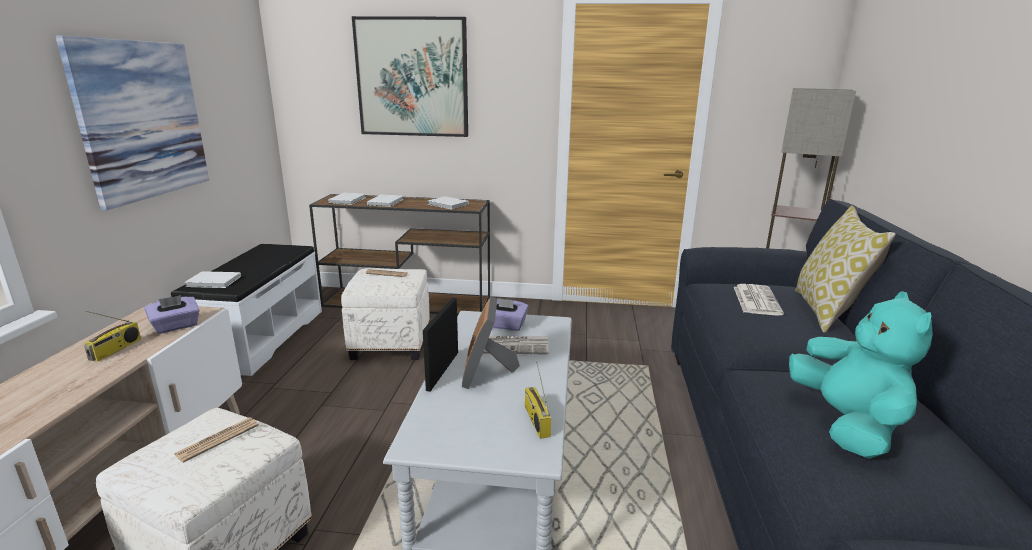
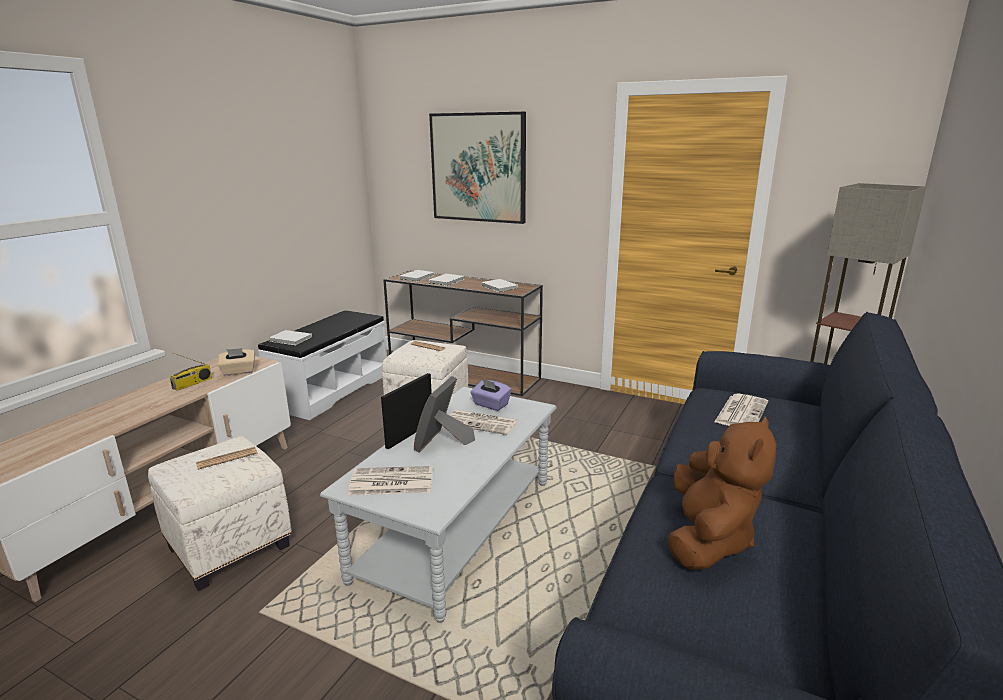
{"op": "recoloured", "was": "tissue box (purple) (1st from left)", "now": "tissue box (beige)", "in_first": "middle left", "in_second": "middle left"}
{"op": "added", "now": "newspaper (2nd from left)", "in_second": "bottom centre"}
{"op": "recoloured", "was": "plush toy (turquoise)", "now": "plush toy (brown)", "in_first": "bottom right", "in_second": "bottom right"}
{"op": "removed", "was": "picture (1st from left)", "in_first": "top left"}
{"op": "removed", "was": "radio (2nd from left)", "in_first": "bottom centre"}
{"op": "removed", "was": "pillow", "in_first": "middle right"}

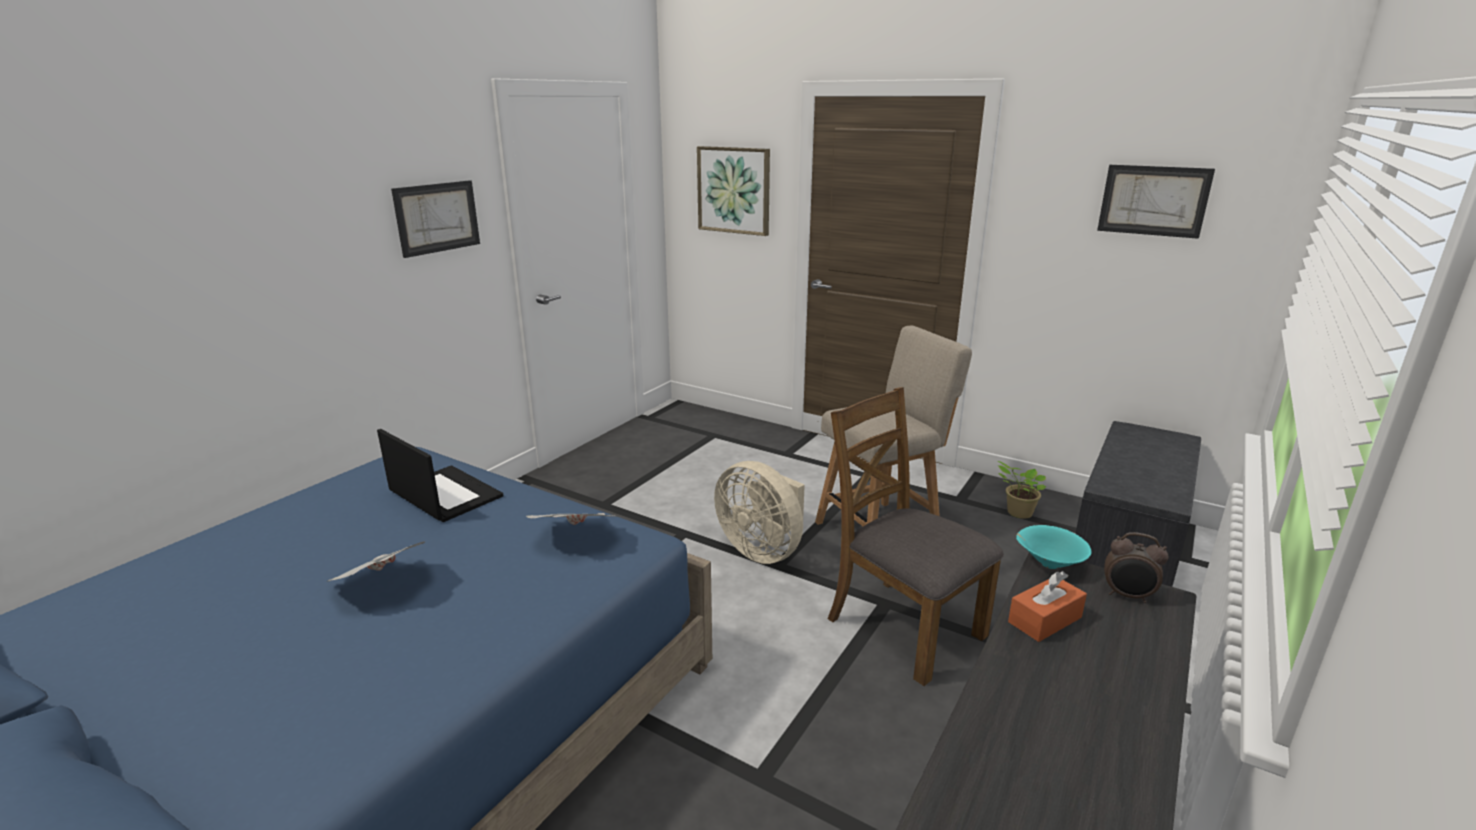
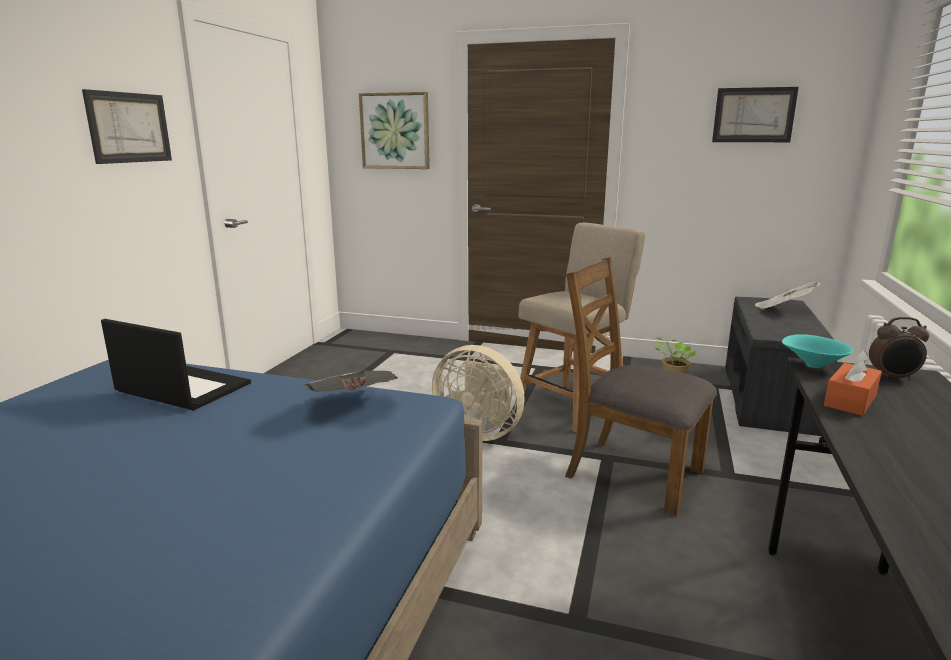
{"op": "moved", "was": "newspaper (1st from left in the first image)", "now": "newspaper (2nd from left)", "in_first": "bottom left", "in_second": "middle right"}

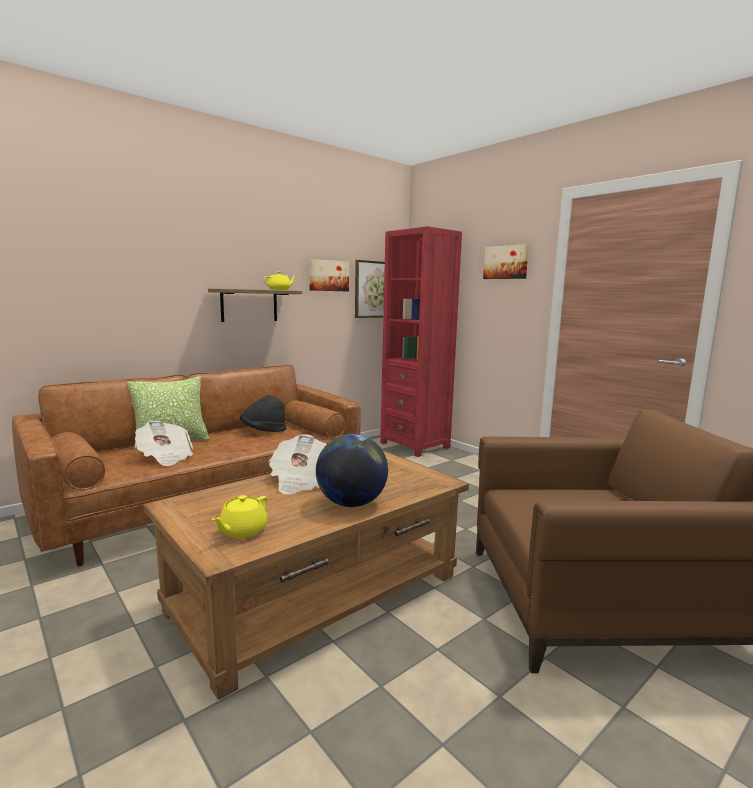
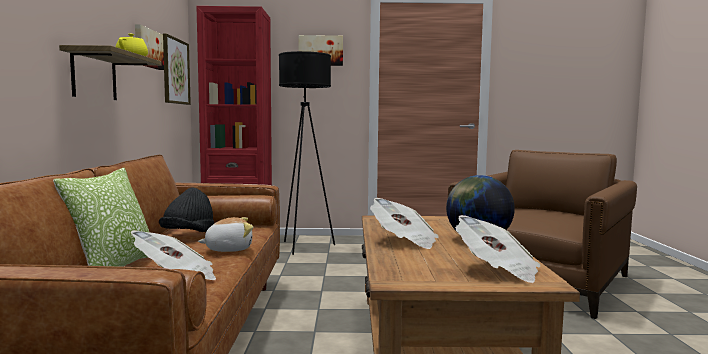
{"op": "added", "now": "plush toy", "in_second": "middle left"}
{"op": "added", "now": "floor lamp (black)", "in_second": "centre"}
{"op": "replaced", "was": "teapot (yellow) (1st from left)", "now": "newspaper (3rd from left)", "in_first": "middle left", "in_second": "bottom right"}

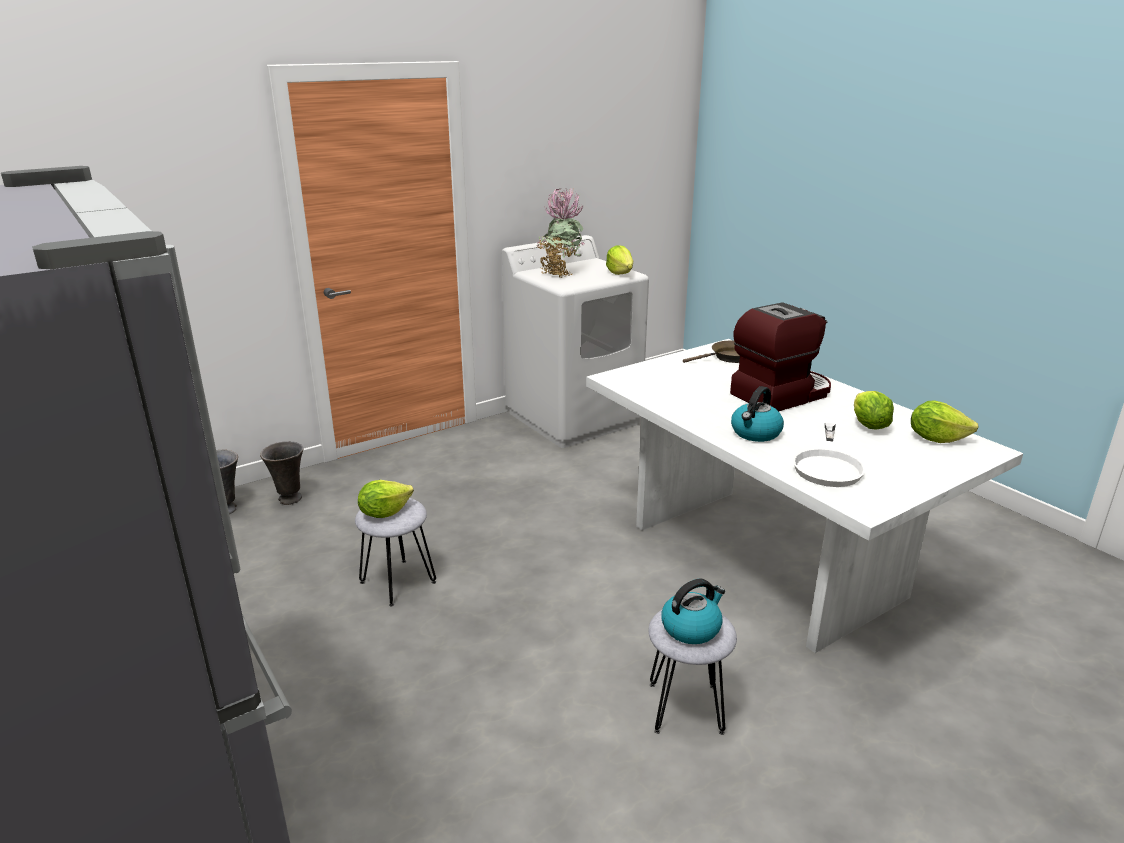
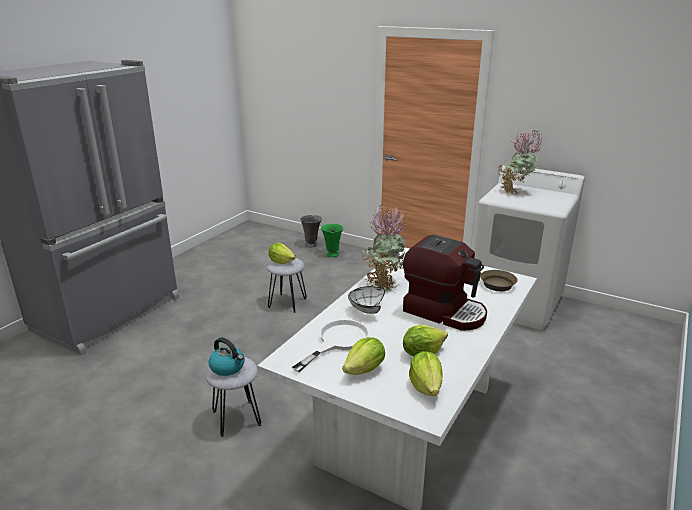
{"op": "turned", "was": "frying pan (white)", "in_first": "middle right", "in_second": "bottom centre", "clockwise": 135}
{"op": "recoloured", "was": "vase (grey) (2nd from left)", "now": "vase (green)", "in_first": "middle left", "in_second": "centre"}
{"op": "moved", "was": "lettuce (2nd from left)", "in_first": "top centre", "in_second": "bottom centre"}
{"op": "replaced", "was": "kettle (2nd from left)", "now": "bowl (white)", "in_first": "middle right", "in_second": "centre"}
{"op": "added", "now": "potted plant (1st from left)", "in_second": "centre"}

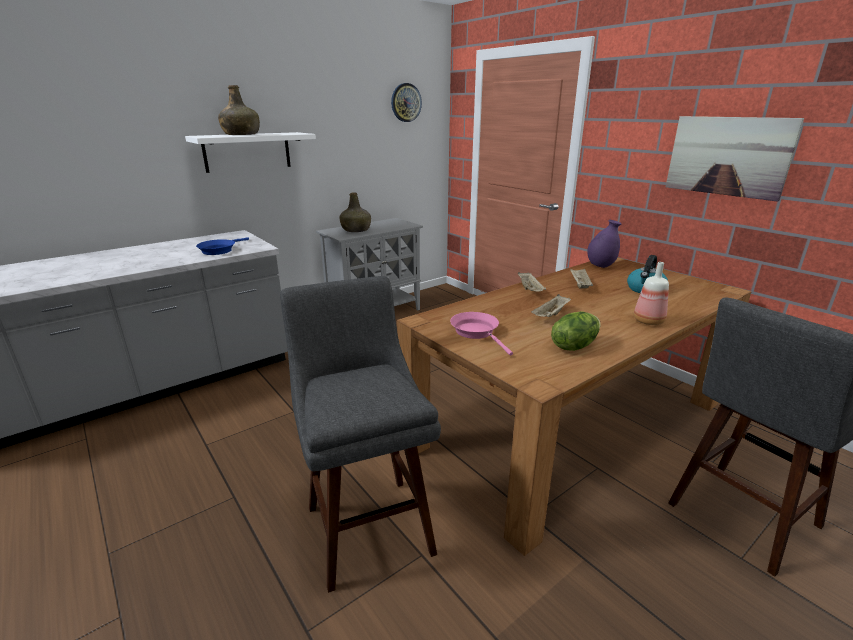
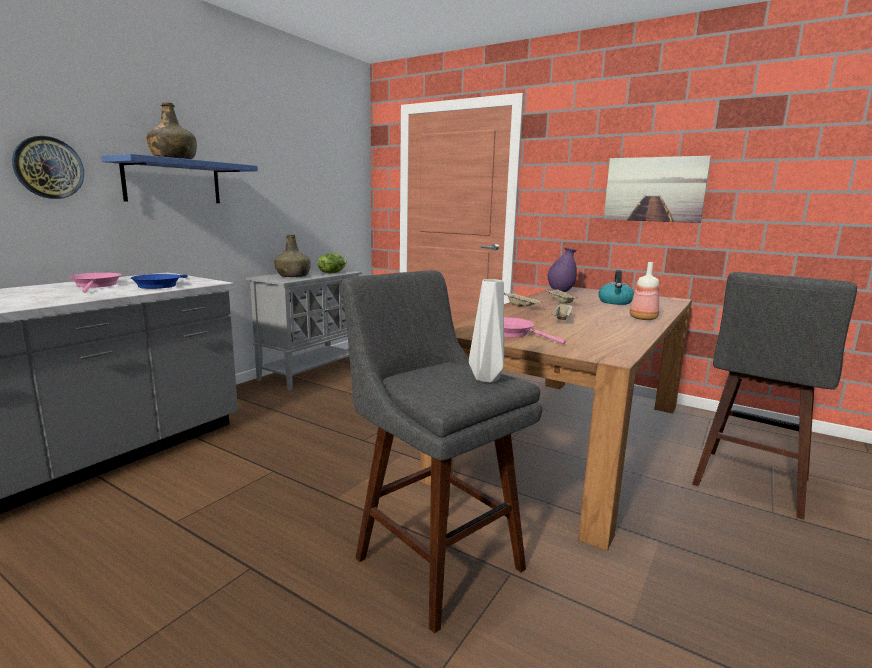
{"op": "moved", "was": "wall clock", "in_first": "top centre", "in_second": "top left"}
{"op": "added", "now": "frying pan (pink) (1st from left)", "in_second": "middle left"}
{"op": "recoloured", "was": "shelf (white)", "now": "shelf (blue)", "in_first": "top left", "in_second": "top left"}
{"op": "moved", "was": "lettuce", "in_first": "middle right", "in_second": "centre"}
{"op": "added", "now": "vase (grey)", "in_second": "centre"}

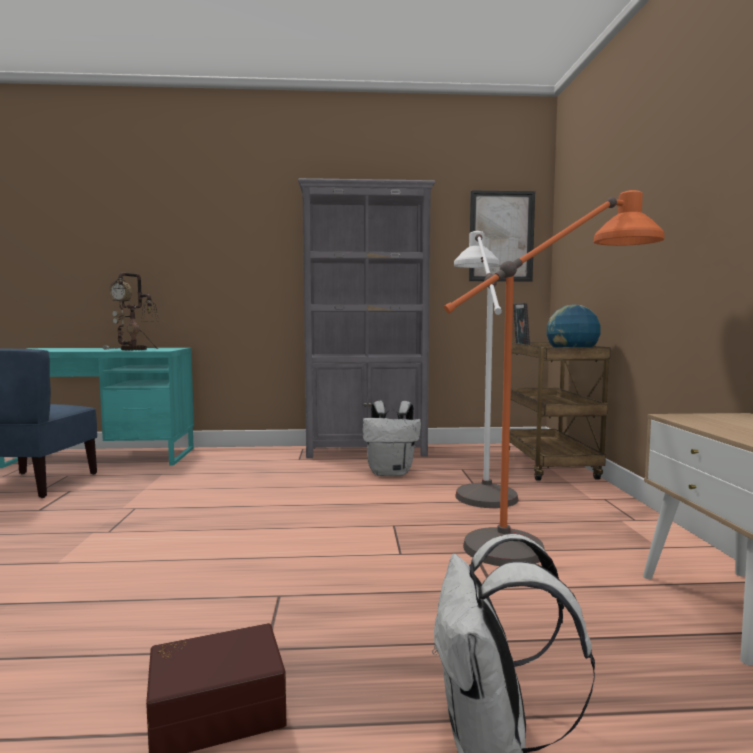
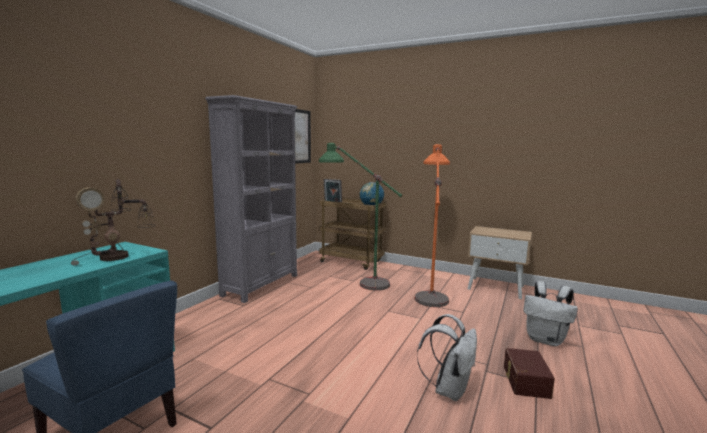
{"op": "recoloured", "was": "floor lamp (white)", "now": "floor lamp (green)", "in_first": "centre", "in_second": "centre"}
{"op": "moved", "was": "backpack (white) (1st from left)", "in_first": "centre", "in_second": "bottom centre"}

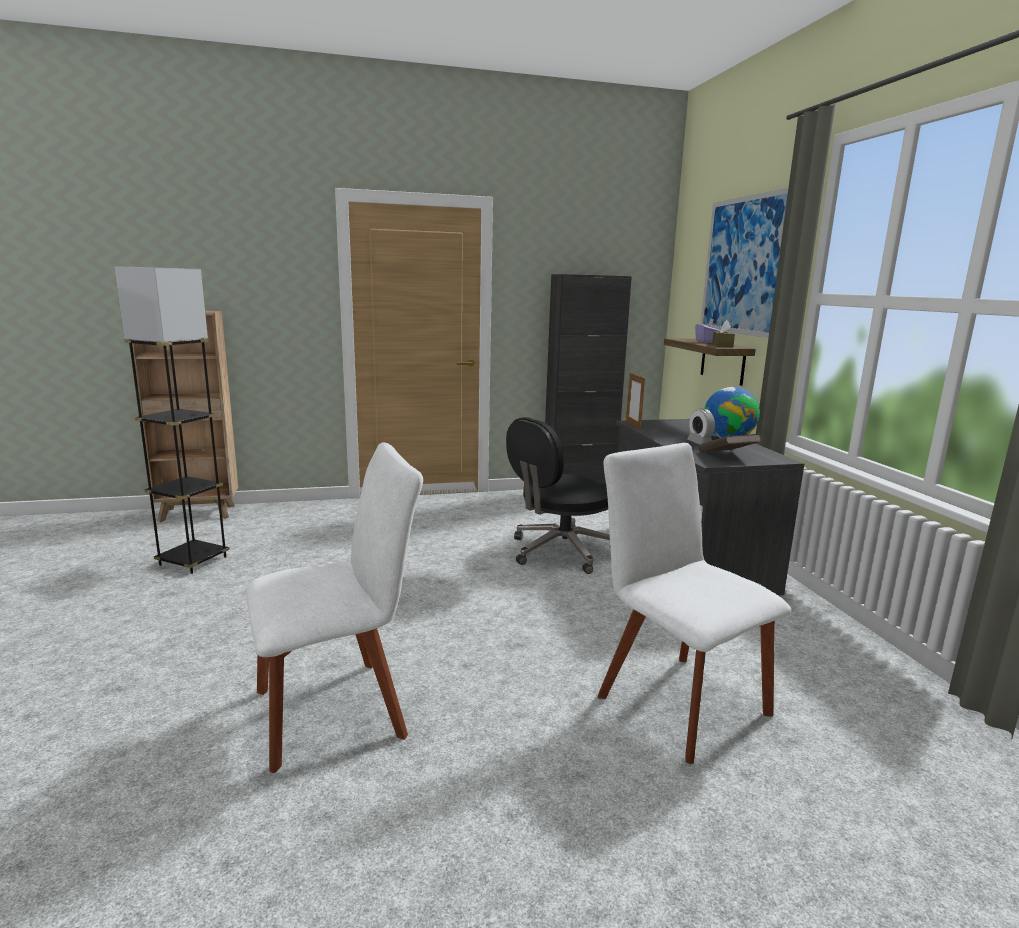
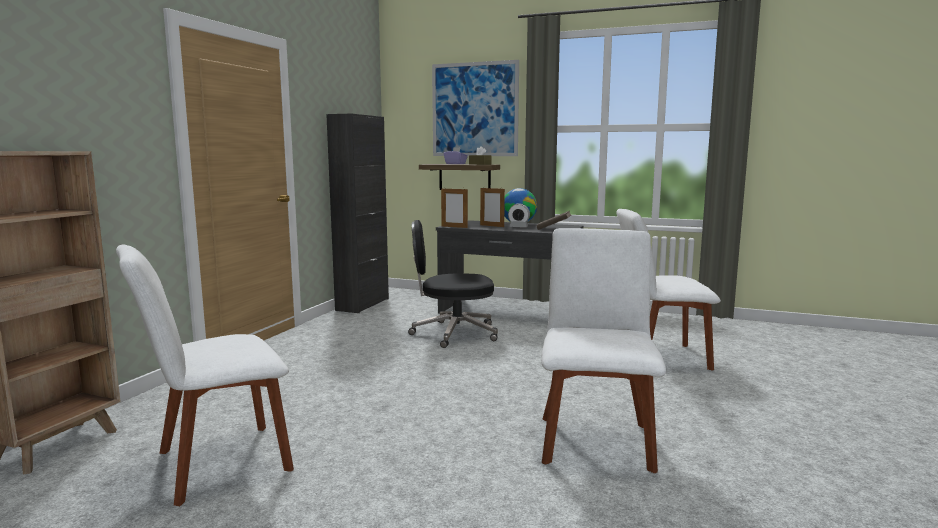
{"op": "replaced", "was": "floor lamp (grey)", "now": "chair (white) (1st from left)", "in_first": "middle left", "in_second": "bottom left"}
{"op": "turned", "was": "office chair (black)", "in_first": "centre", "in_second": "centre", "clockwise": 90}
{"op": "added", "now": "picture frame (2nd from left)", "in_second": "centre"}

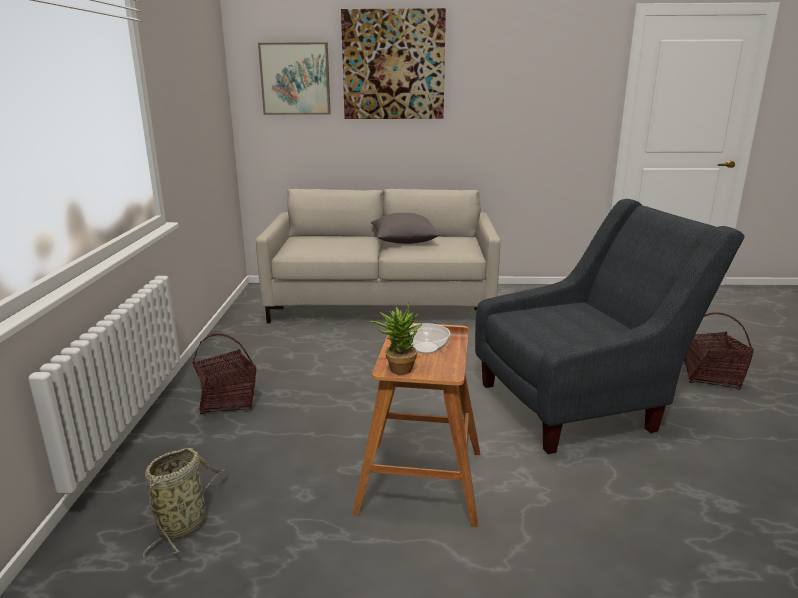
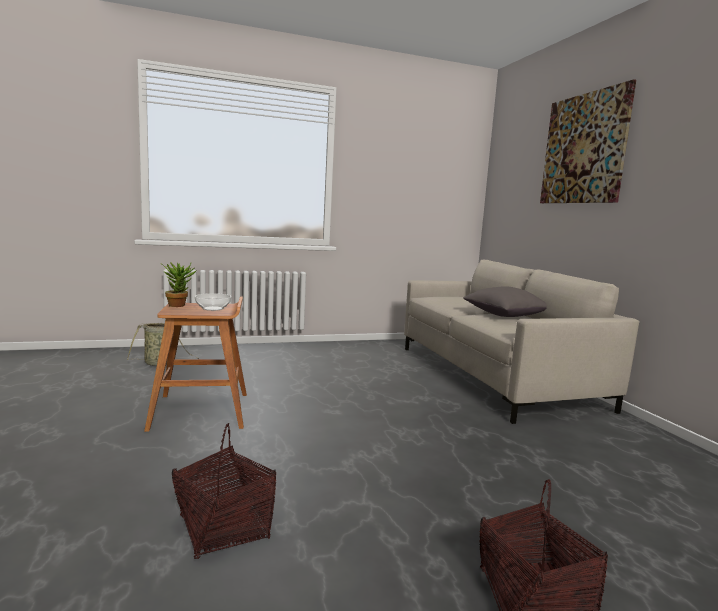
{"op": "moved", "was": "basket (2nd from left)", "in_first": "middle left", "in_second": "bottom left"}
{"op": "removed", "was": "picture (1st from left)", "in_first": "top centre"}
{"op": "removed", "was": "armchair (grey)", "in_first": "middle right"}

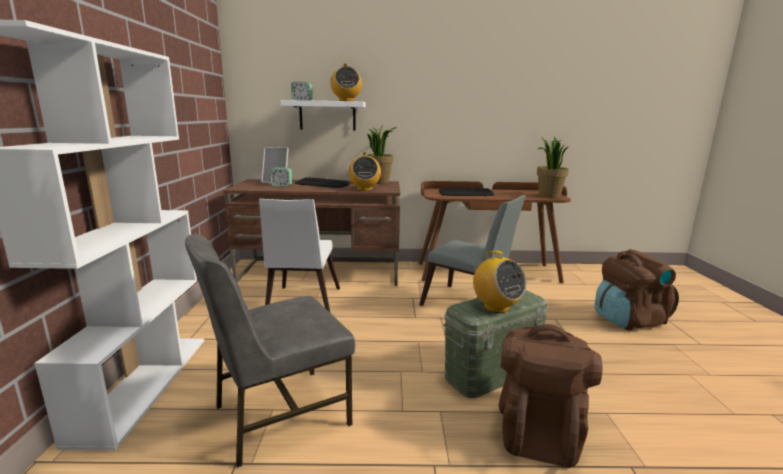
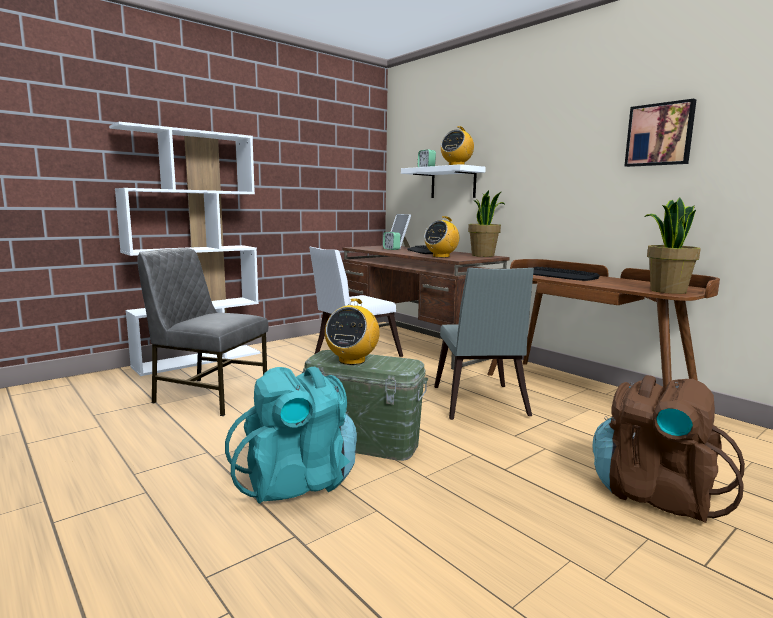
{"op": "recoloured", "was": "backpack (brown) (1st from left)", "now": "backpack (turquoise)", "in_first": "bottom right", "in_second": "bottom centre"}
{"op": "added", "now": "picture", "in_second": "top right"}

